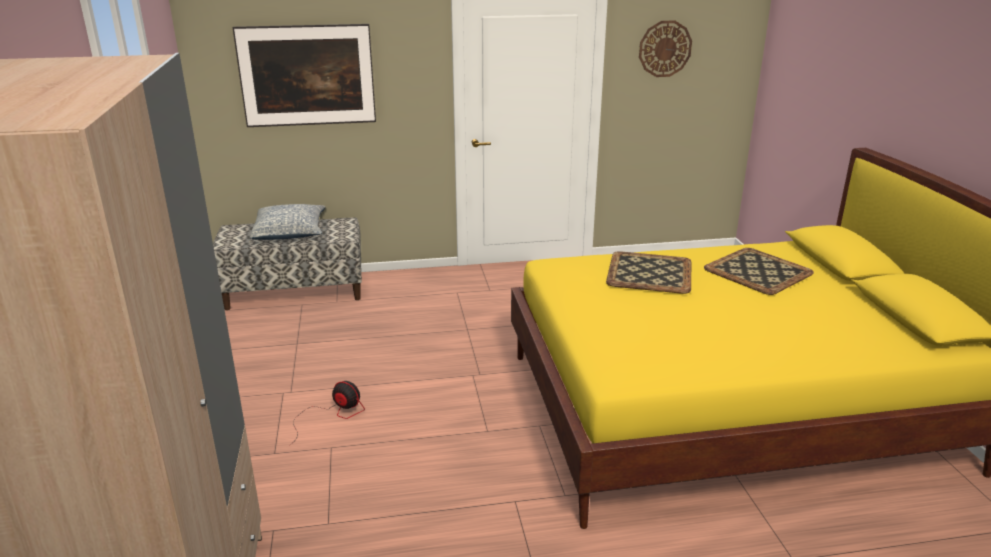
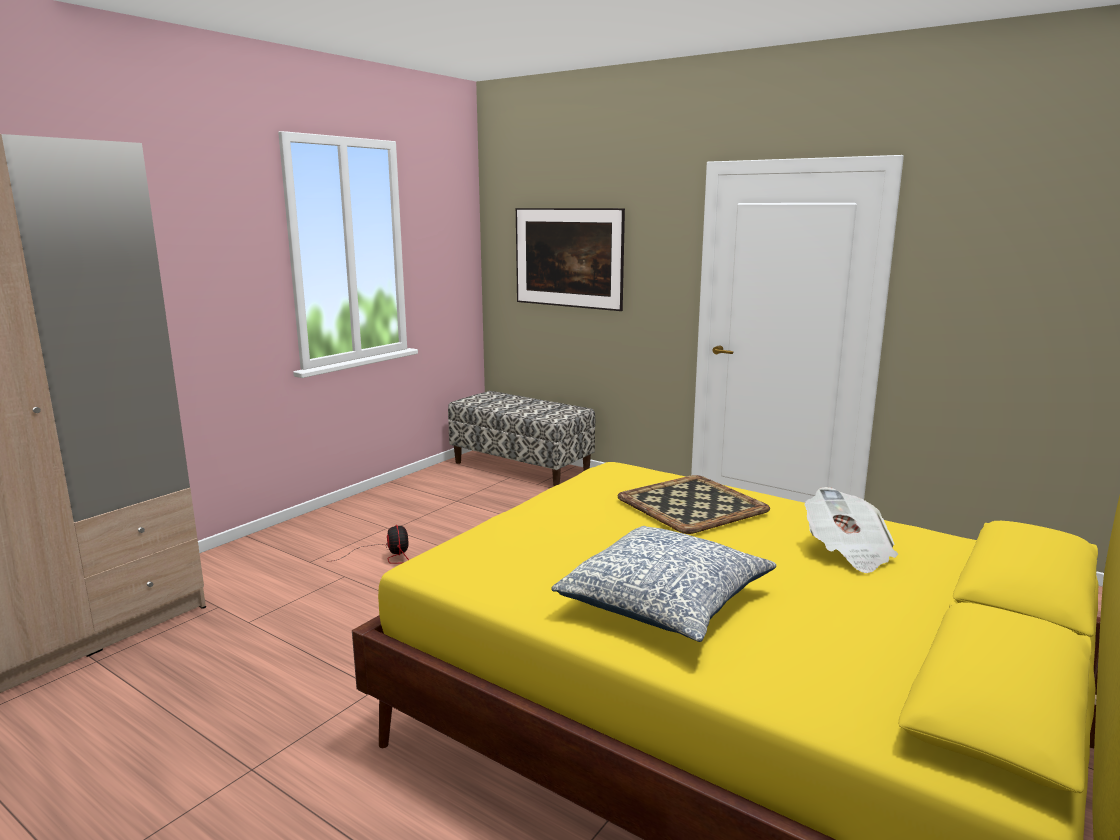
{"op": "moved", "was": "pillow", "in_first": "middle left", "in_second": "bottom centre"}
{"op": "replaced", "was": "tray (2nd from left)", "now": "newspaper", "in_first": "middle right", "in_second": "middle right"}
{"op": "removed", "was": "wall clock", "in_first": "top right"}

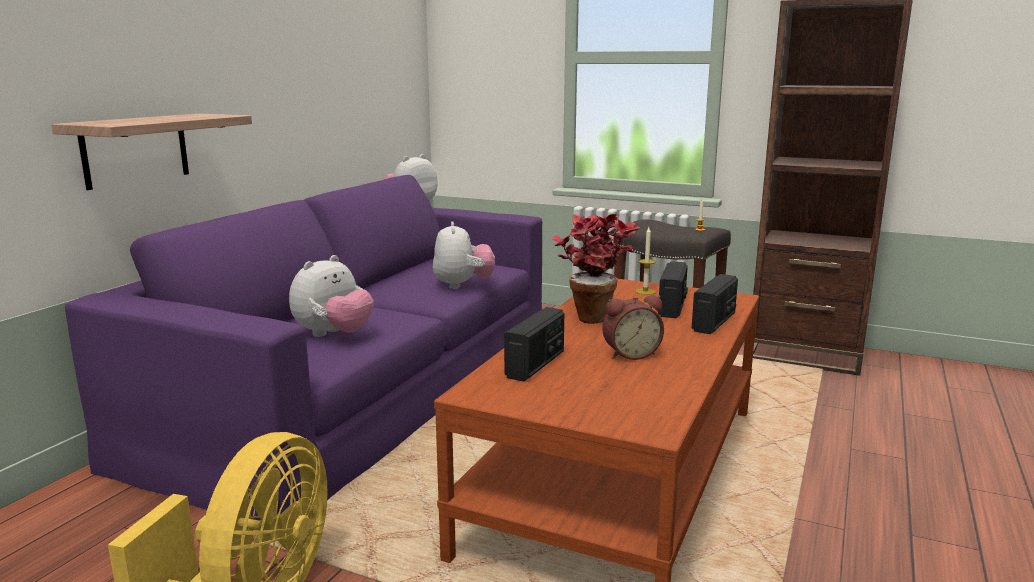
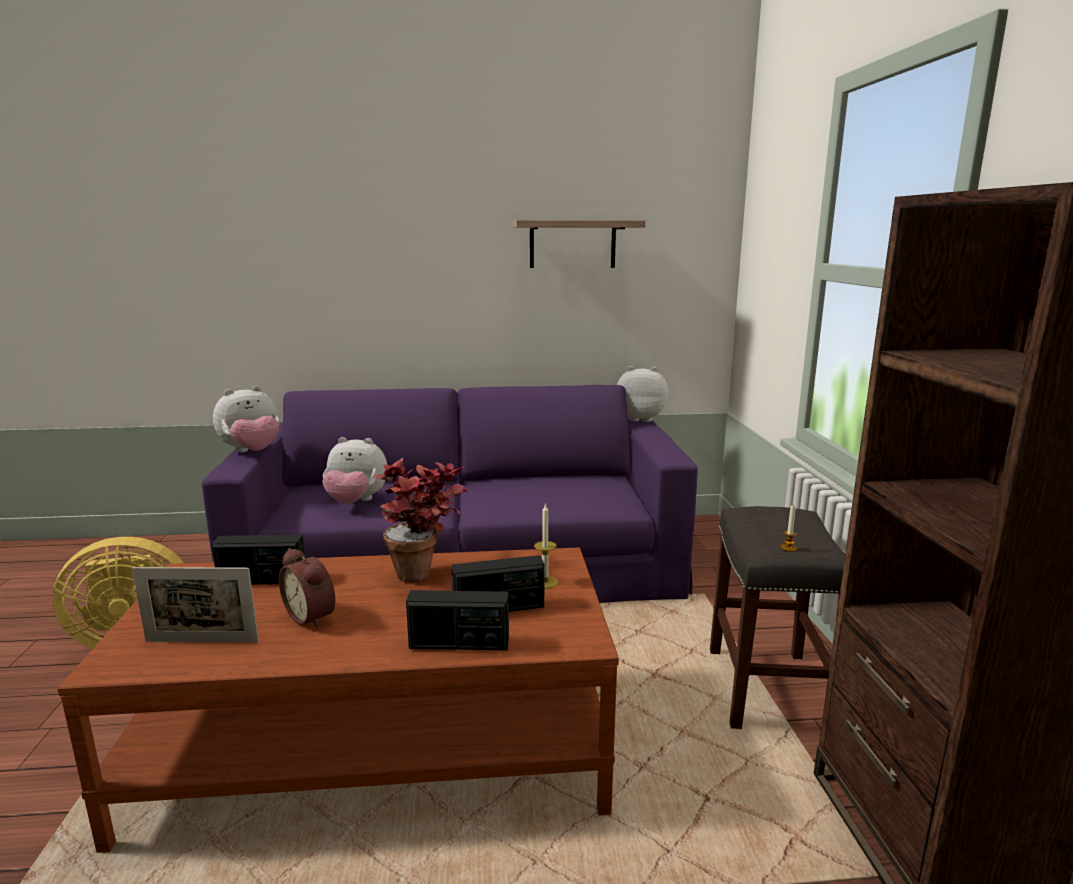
{"op": "added", "now": "picture frame", "in_second": "bottom left"}
{"op": "moved", "was": "plush toy (3rd from left in the first image)", "now": "plush toy (1st from left)", "in_first": "centre", "in_second": "middle left"}
{"op": "moved", "was": "shelf", "in_first": "top left", "in_second": "top centre"}

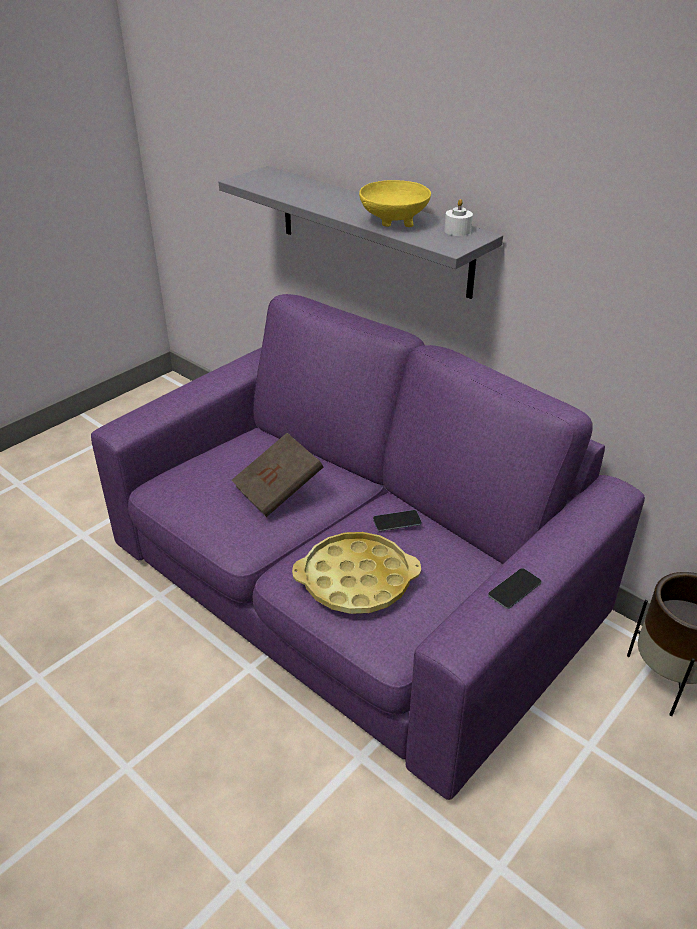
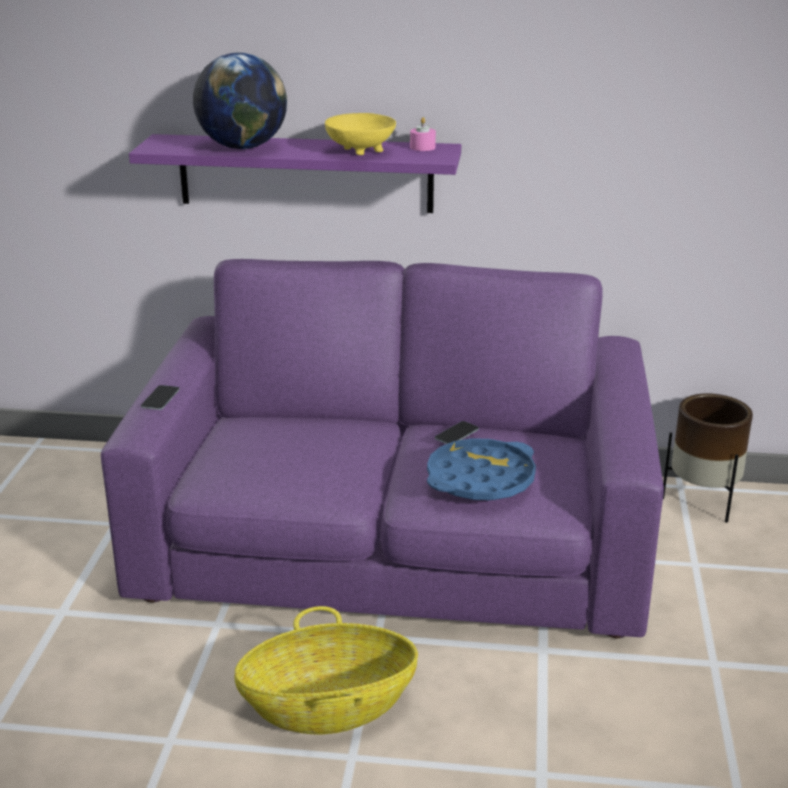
{"op": "recoloured", "was": "shelf (grey)", "now": "shelf (purple)", "in_first": "top centre", "in_second": "top centre"}
{"op": "moved", "was": "phone (2nd from left in the first image)", "now": "phone (1st from left)", "in_first": "middle right", "in_second": "middle left"}
{"op": "added", "now": "globe", "in_second": "top left"}
{"op": "added", "now": "basket", "in_second": "bottom centre"}
{"op": "recoloured", "was": "candle (white)", "now": "candle (pink)", "in_first": "top centre", "in_second": "top centre"}
{"op": "recoloured", "was": "tray (yellow)", "now": "tray (blue)", "in_first": "centre", "in_second": "centre"}
{"op": "removed", "was": "book (brown)", "in_first": "centre"}

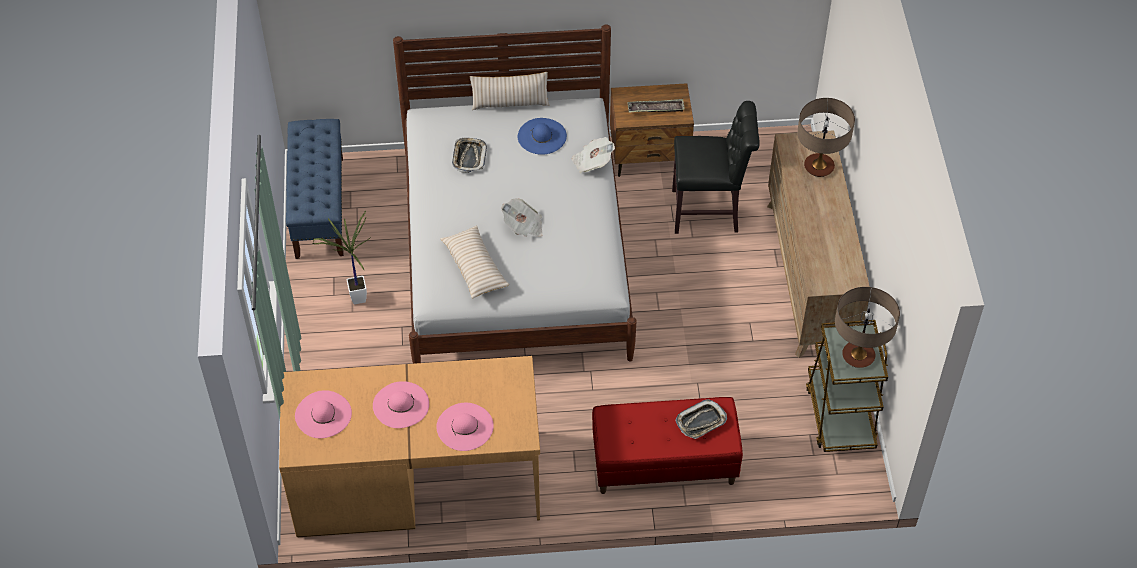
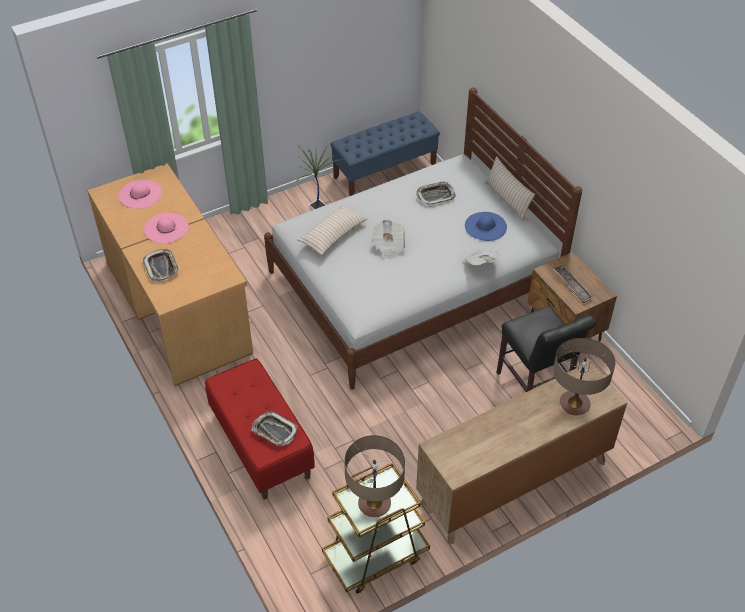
{"op": "replaced", "was": "hat (pink) (3rd from left)", "now": "tray (1st from left)", "in_first": "bottom centre", "in_second": "middle left"}

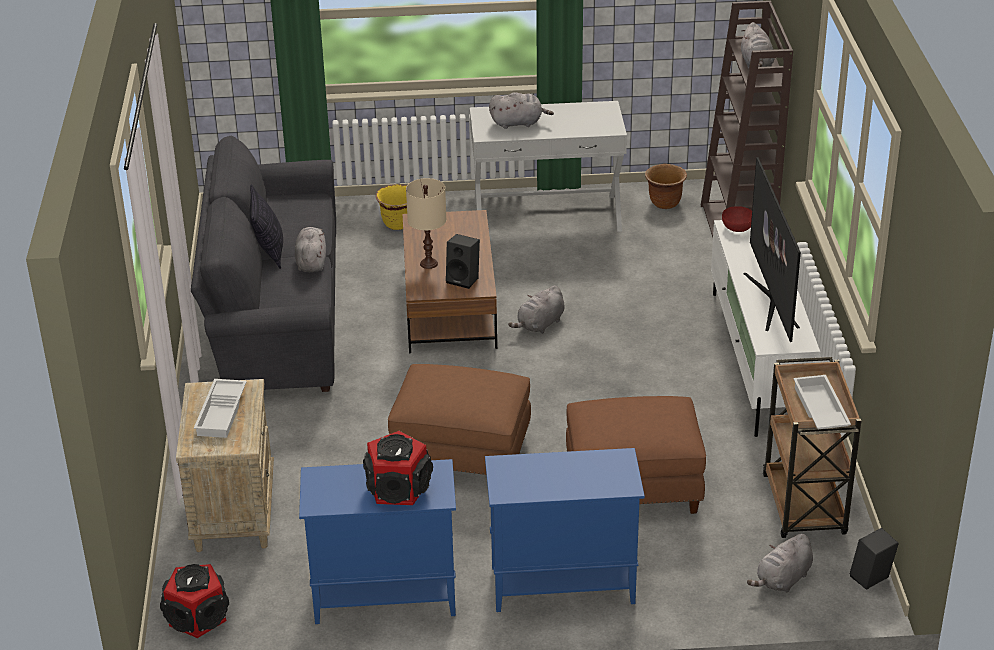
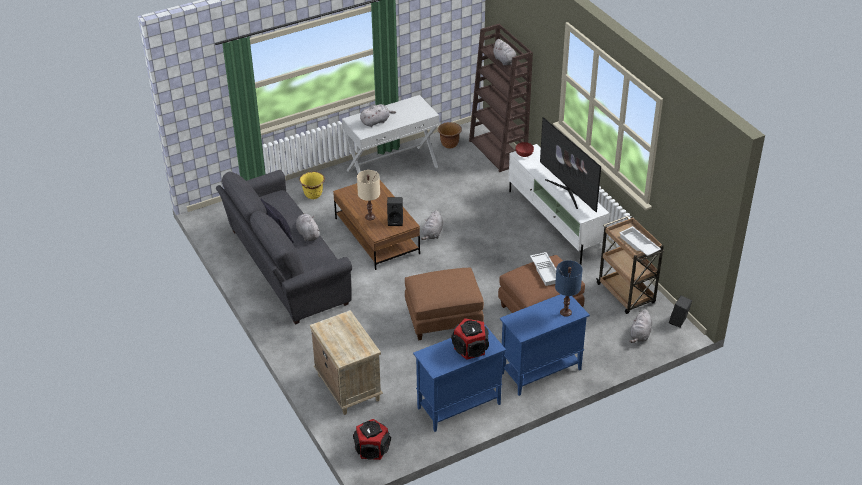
{"op": "moved", "was": "tray (white) (1st from left)", "in_first": "middle left", "in_second": "centre"}
{"op": "added", "now": "table lamp (blue)", "in_second": "centre"}

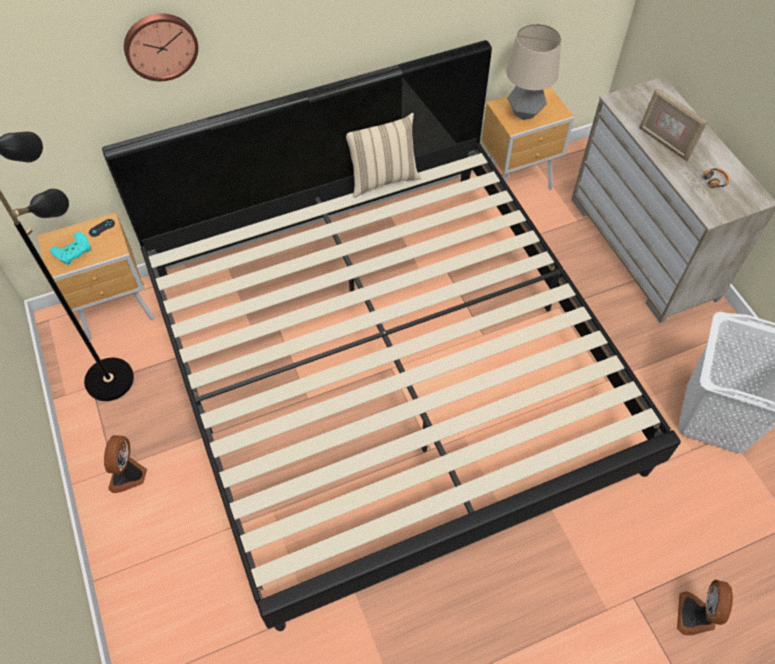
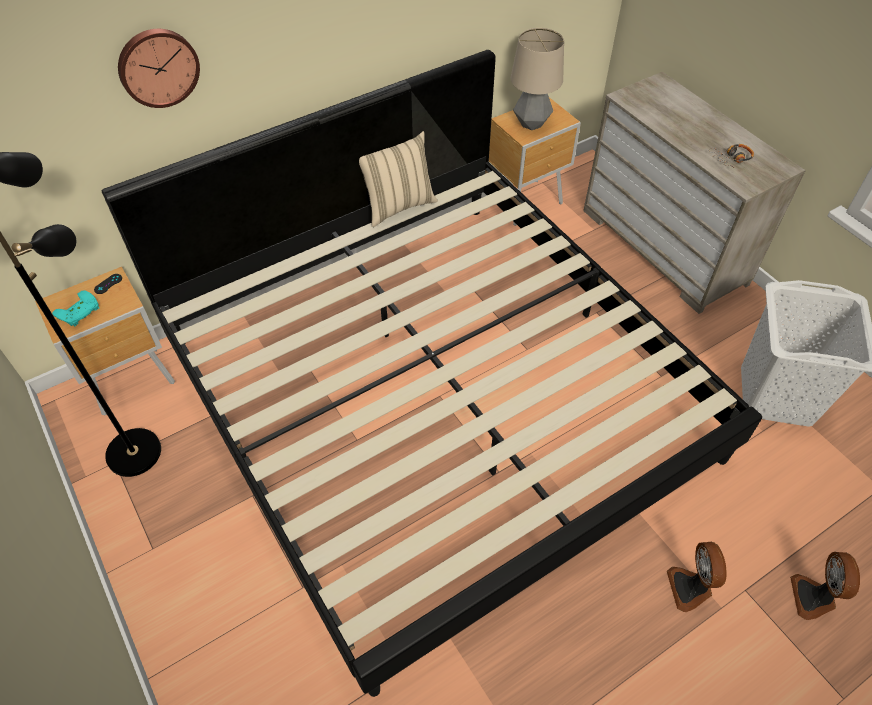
{"op": "moved", "was": "fan (1st from left)", "in_first": "bottom left", "in_second": "bottom right"}
{"op": "removed", "was": "picture frame", "in_first": "top right"}

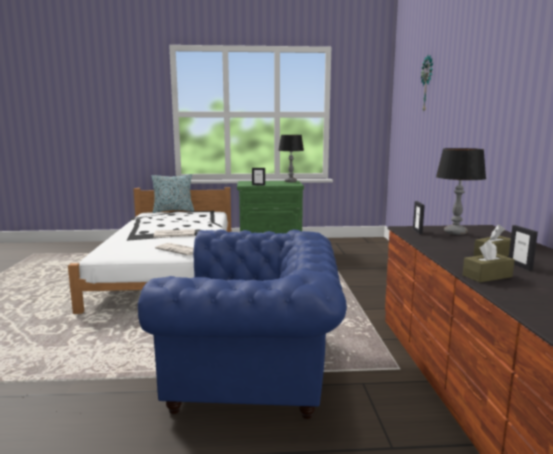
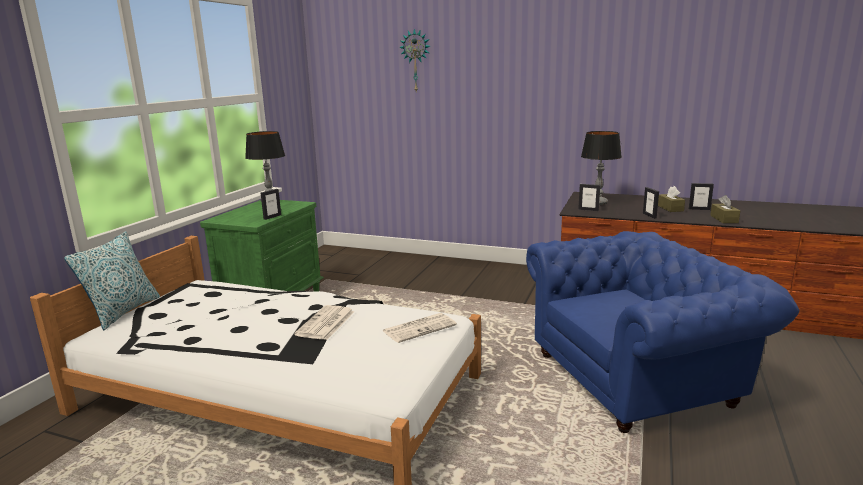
{"op": "turned", "was": "armchair (blue)", "in_first": "bottom centre", "in_second": "bottom right", "clockwise": 45}
{"op": "added", "now": "picture frame (3rd from left)", "in_second": "middle right"}

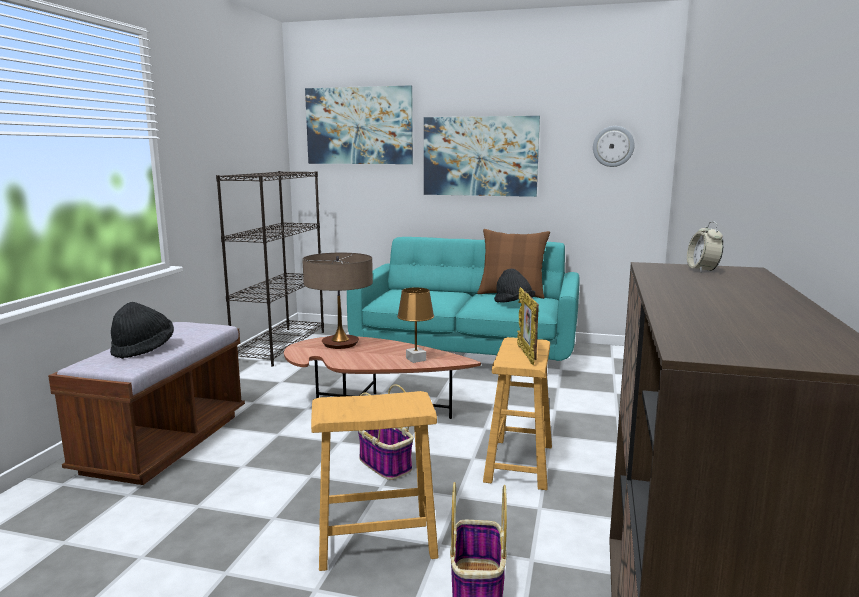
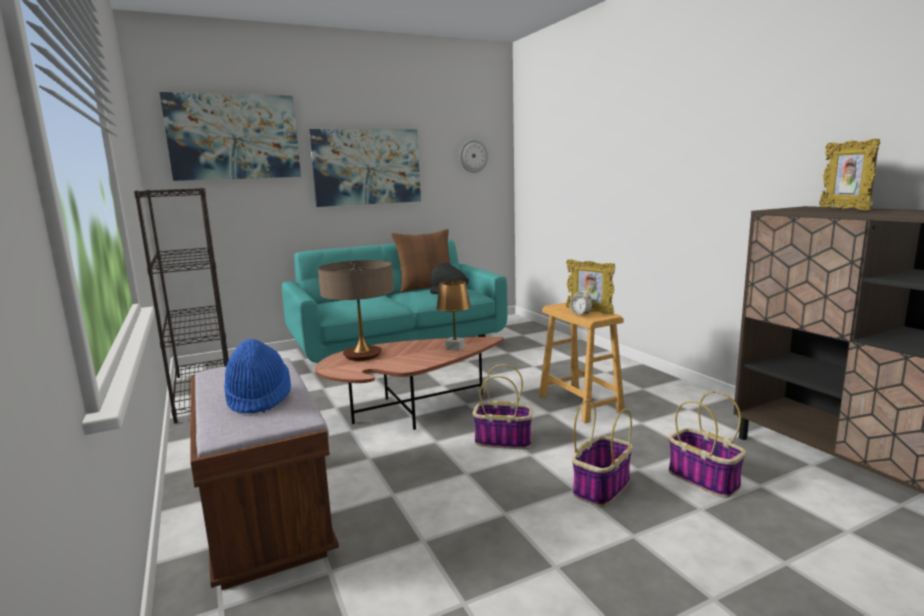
{"op": "recoloured", "was": "hat (black) (1st from left)", "now": "hat (blue)", "in_first": "middle left", "in_second": "middle left"}
{"op": "moved", "was": "alarm clock", "in_first": "middle right", "in_second": "centre"}
{"op": "replaced", "was": "stool (brown) (1st from left)", "now": "basket (2nd from left)", "in_first": "bottom centre", "in_second": "bottom centre"}
{"op": "added", "now": "picture frame (2nd from left)", "in_second": "top right"}

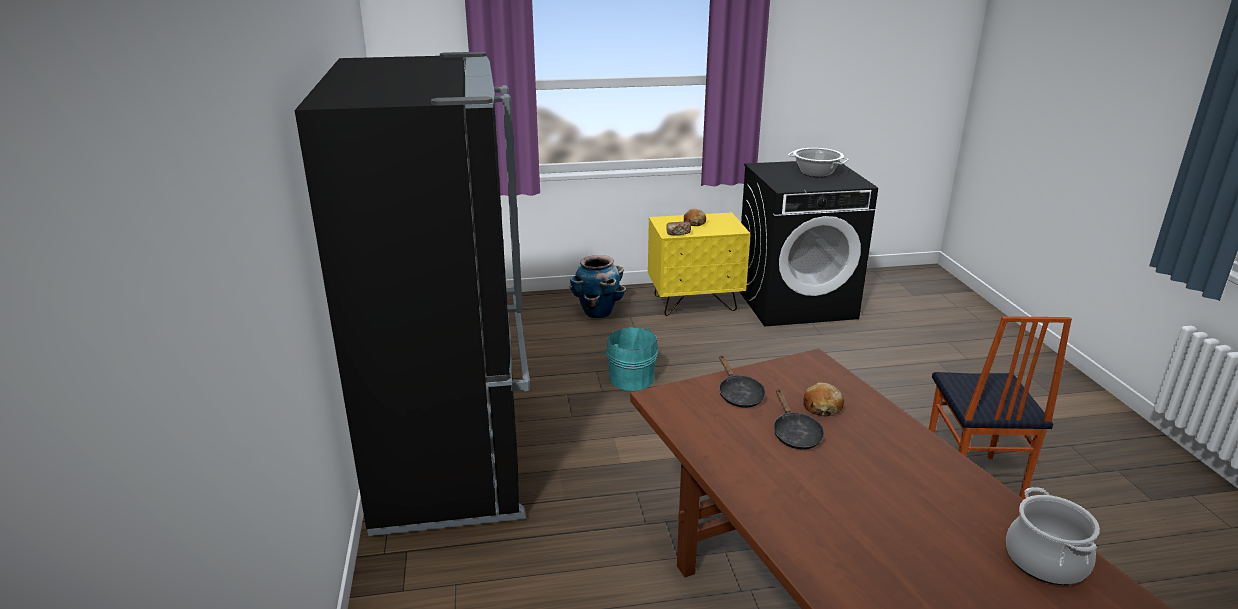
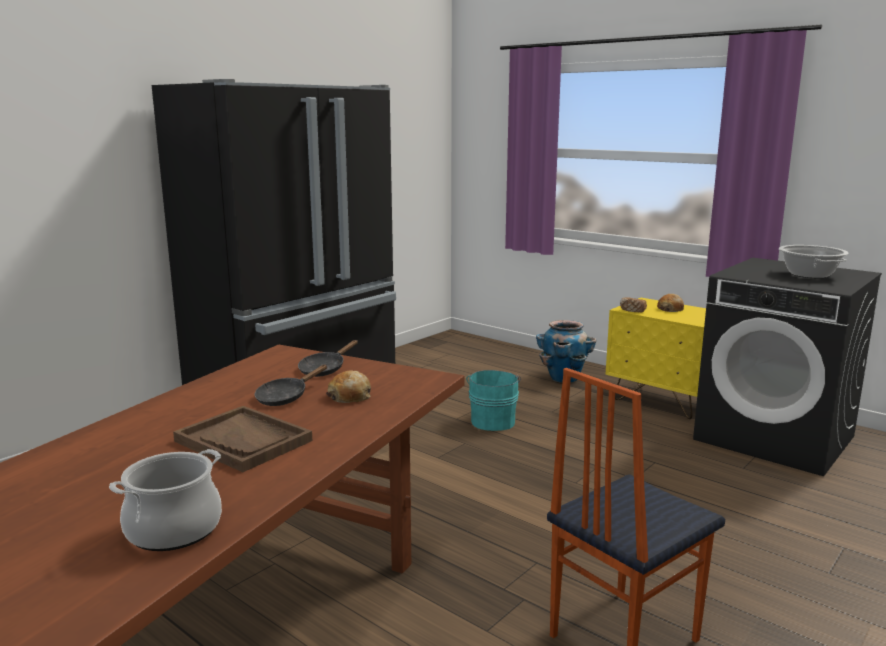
{"op": "added", "now": "tray (brown)", "in_second": "bottom left"}

